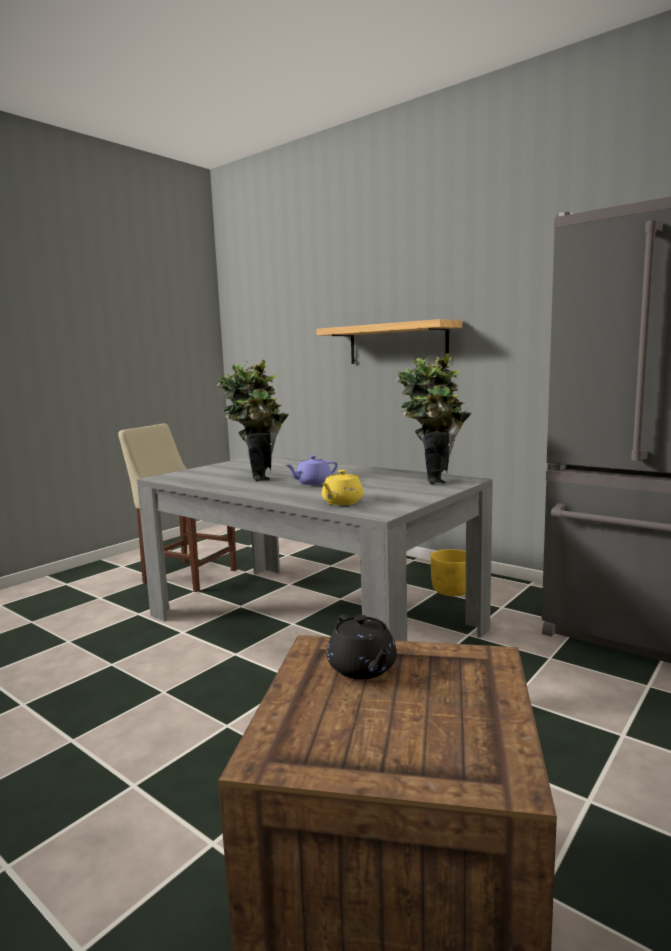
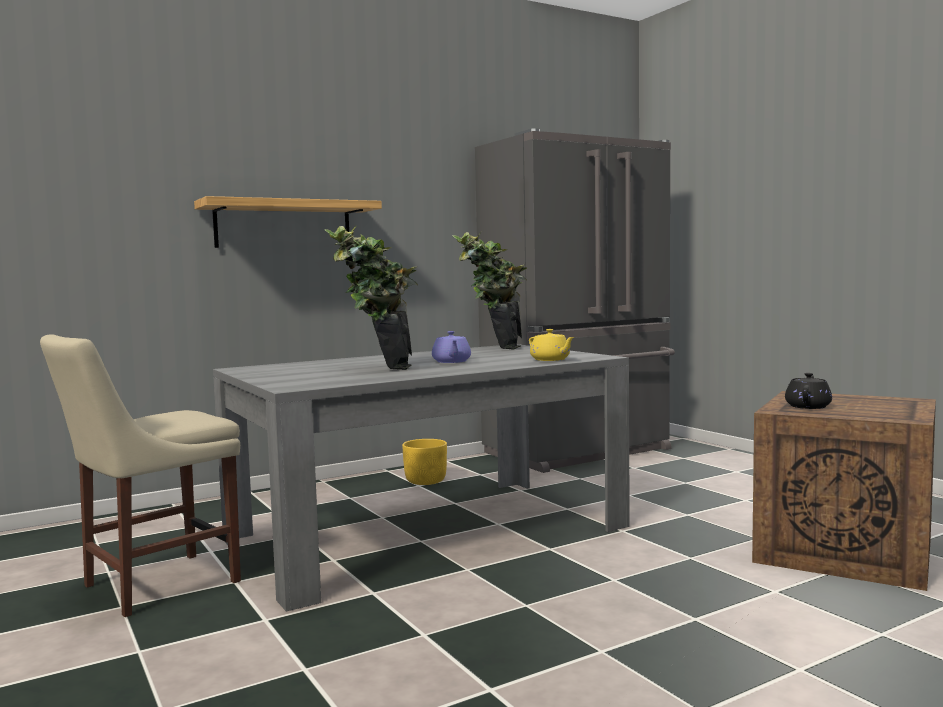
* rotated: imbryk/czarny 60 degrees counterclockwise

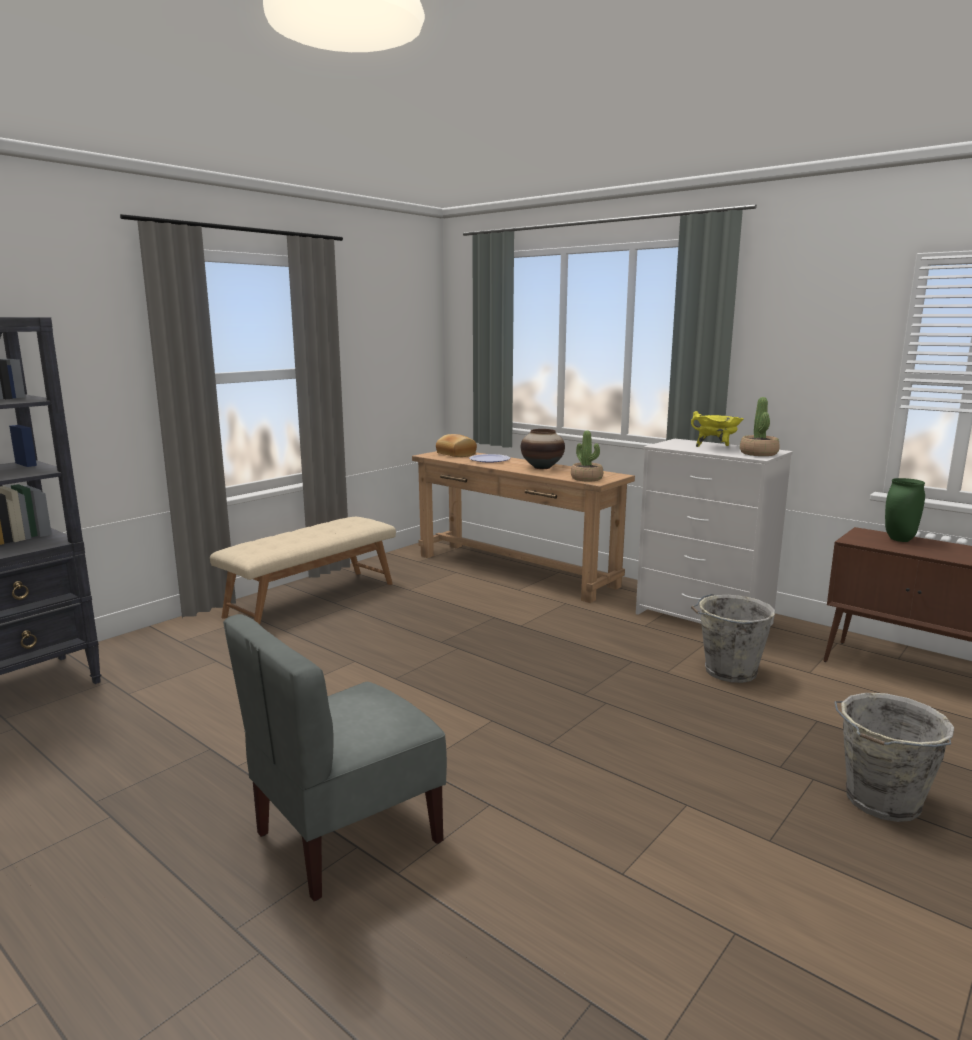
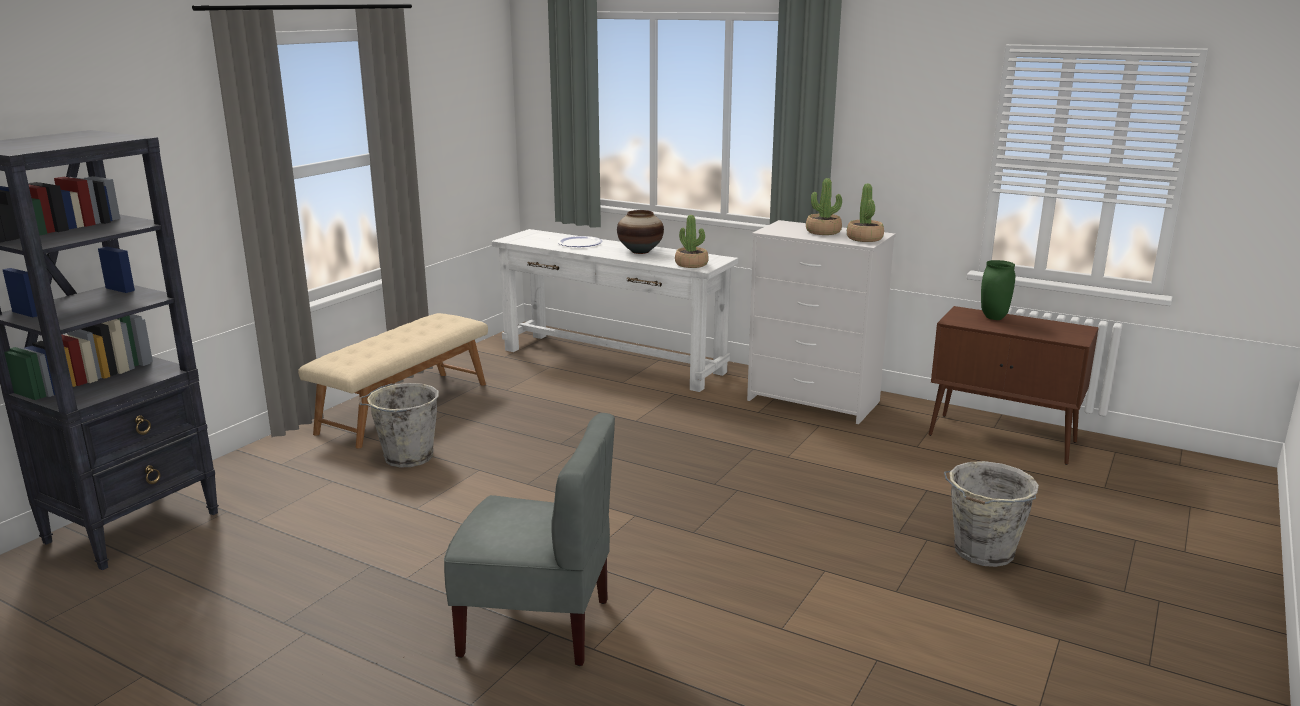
* shifted: wiadro/szary (no. 1 from left)
* rotated: krzesło/szary 120 degrees counterclockwise
* repainted: stolik konsolowy/brązowy to stolik konsolowy/biały
* swapped: garnek/żółty to roślina doniczkowa (no. 2 from left)
* gone: chleb

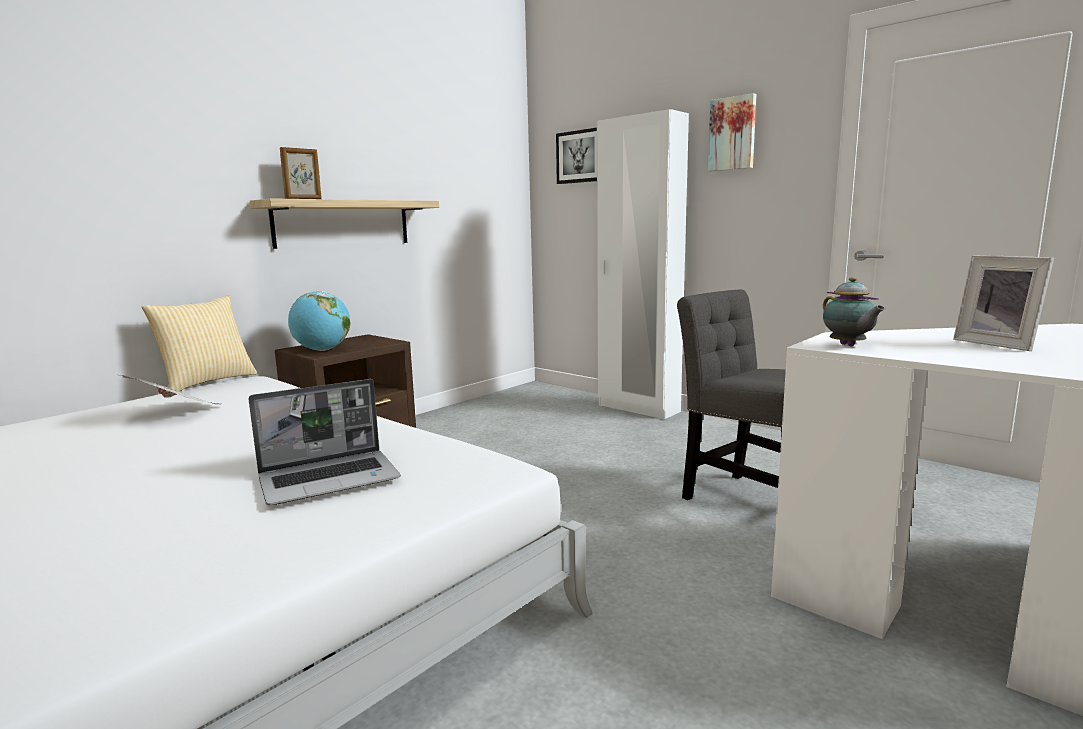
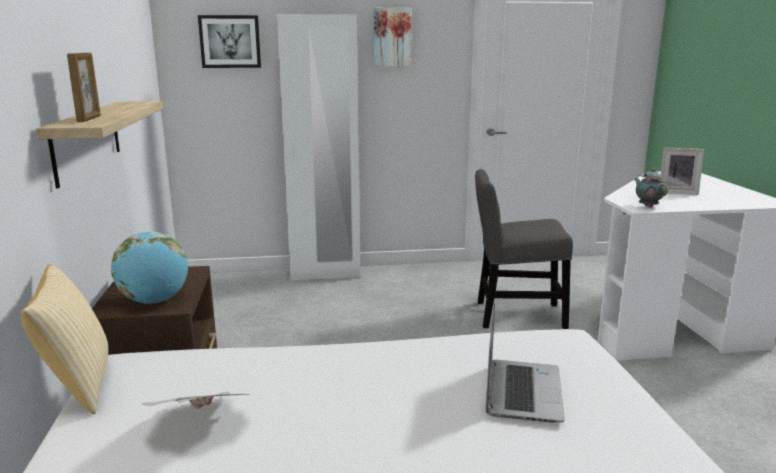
* rotated: imbryk 135 degrees counterclockwise

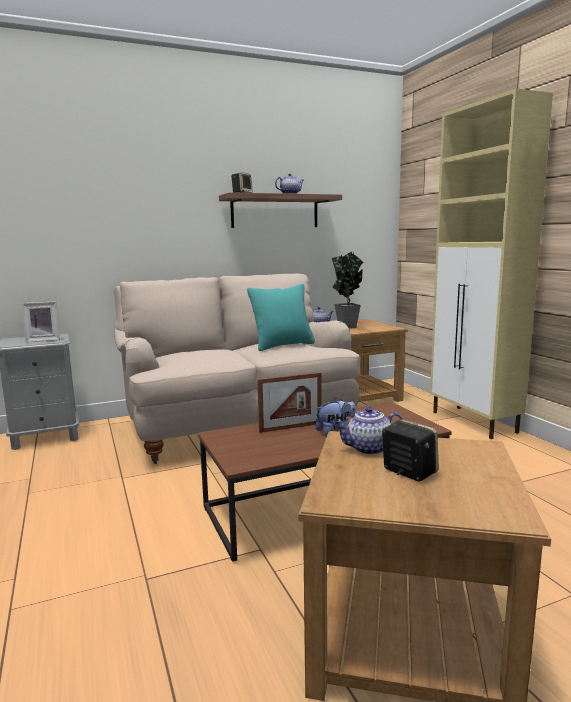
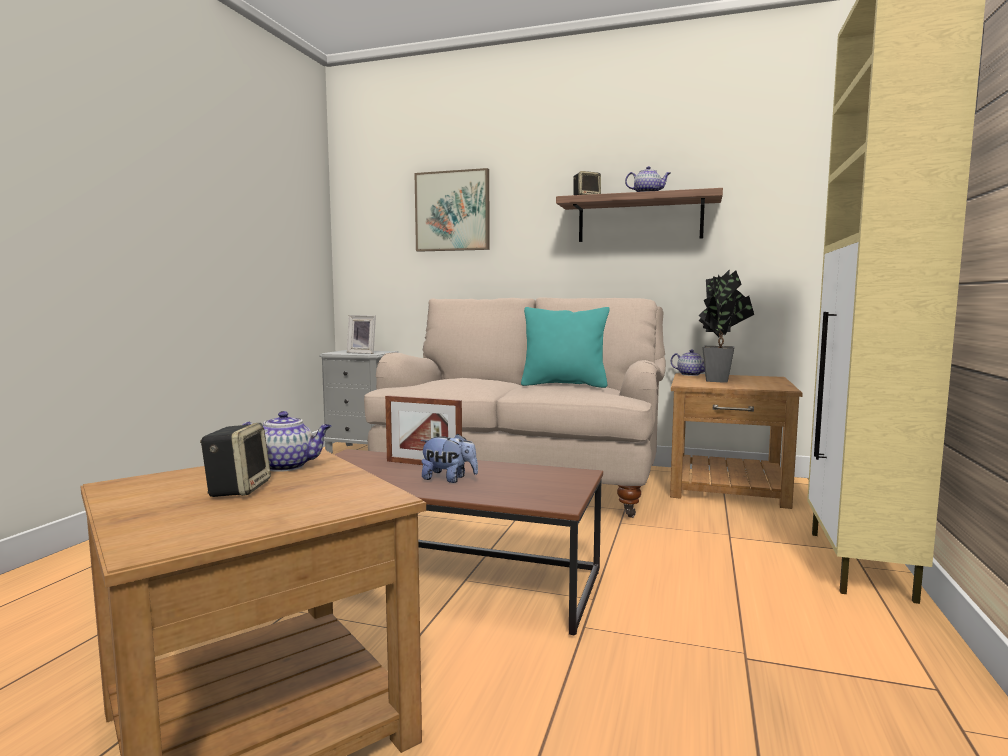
* rotated: imbryk (no. 3 from left in the first image) 150 degrees clockwise
* new: obraz

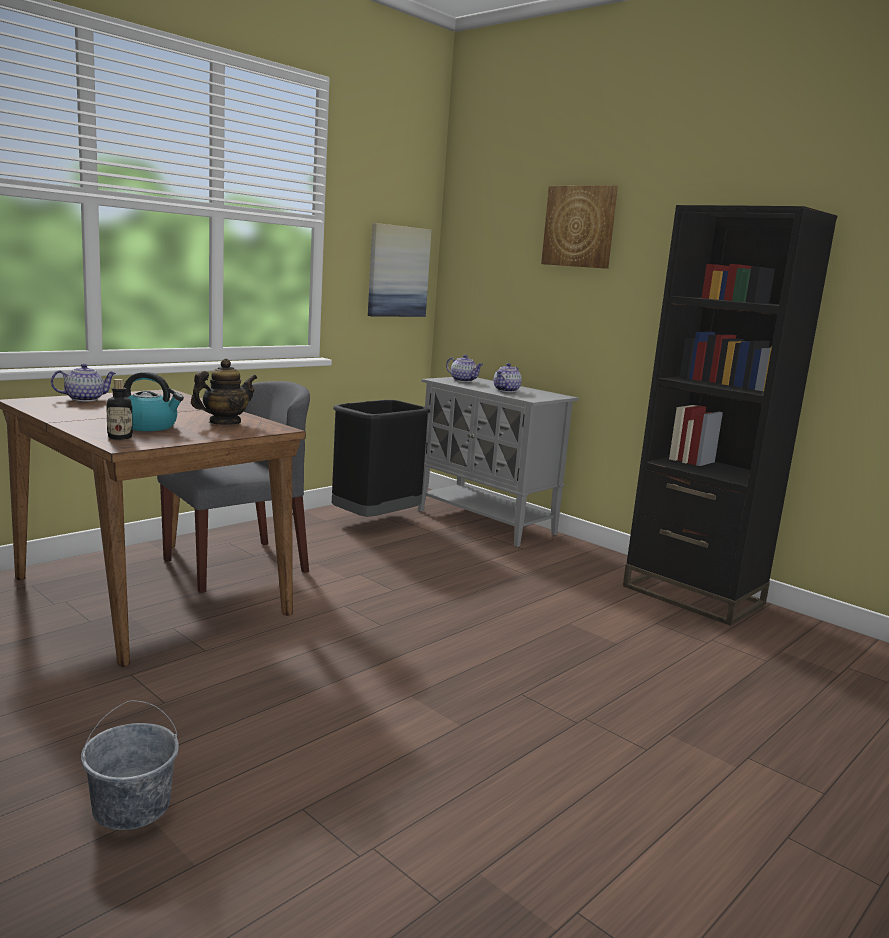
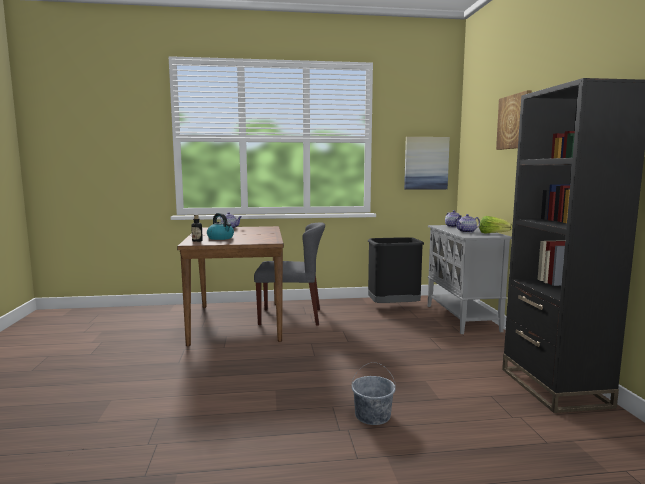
* shifted: wiadro/szary
* new: sałata
* gone: imbryk (no. 2 from left)

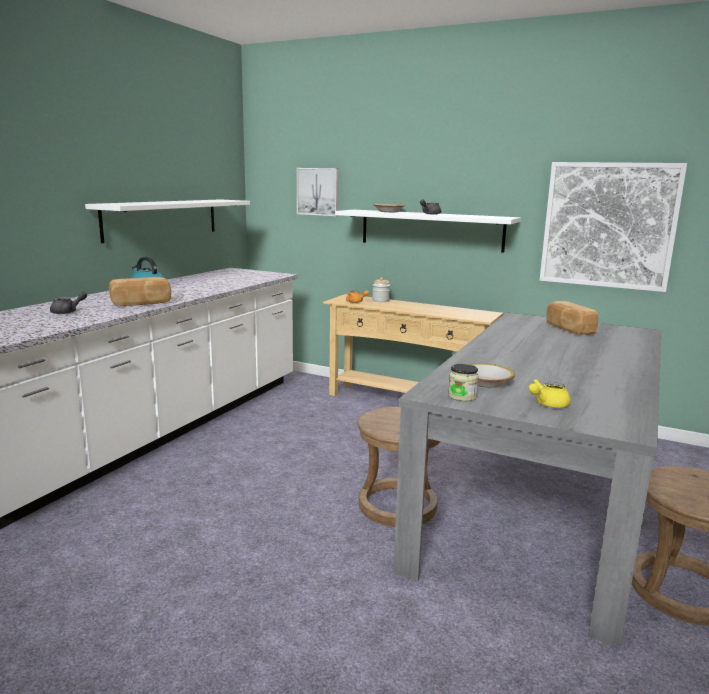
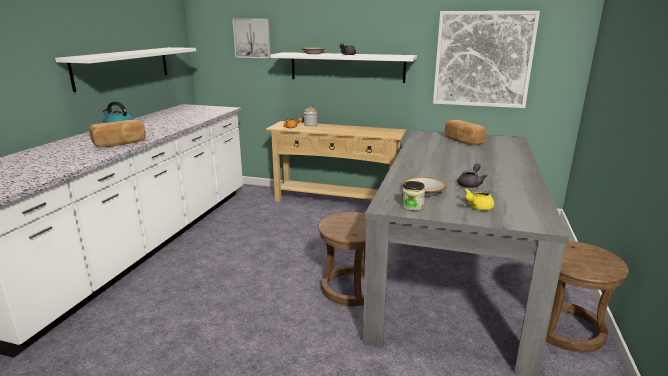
* shifted: imbryk/szary (no. 1 from left in the first image) to imbryk/szary (no. 2 from left)

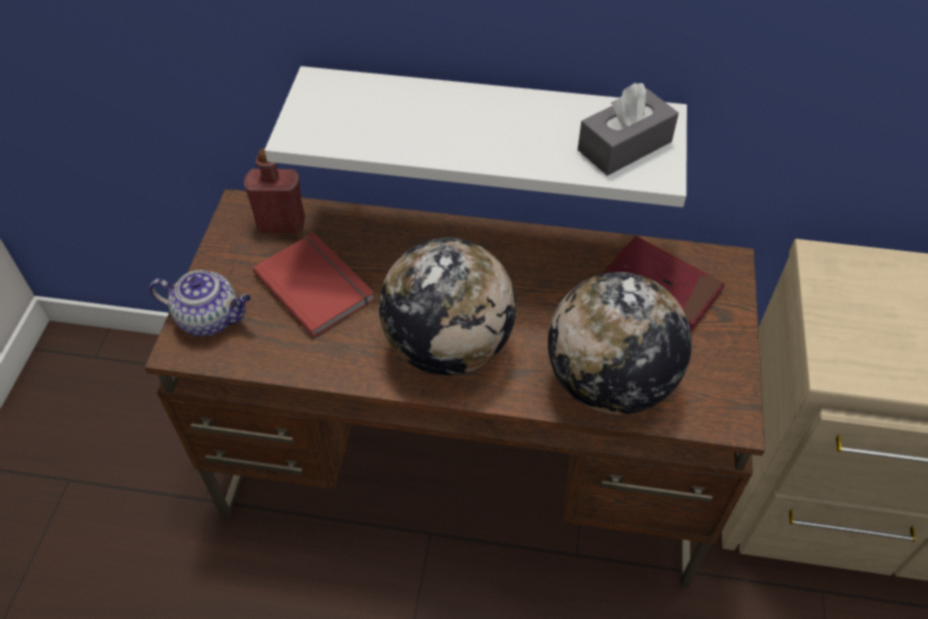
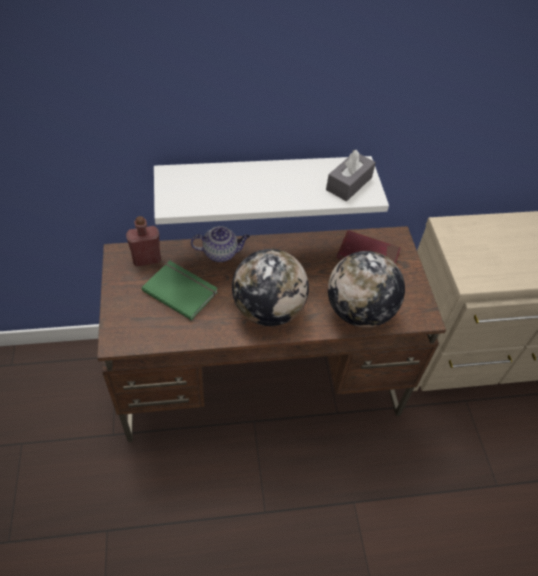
* repainted: książka/czerwony (no. 1 from left) to książka/zielony
* shifted: imbryk

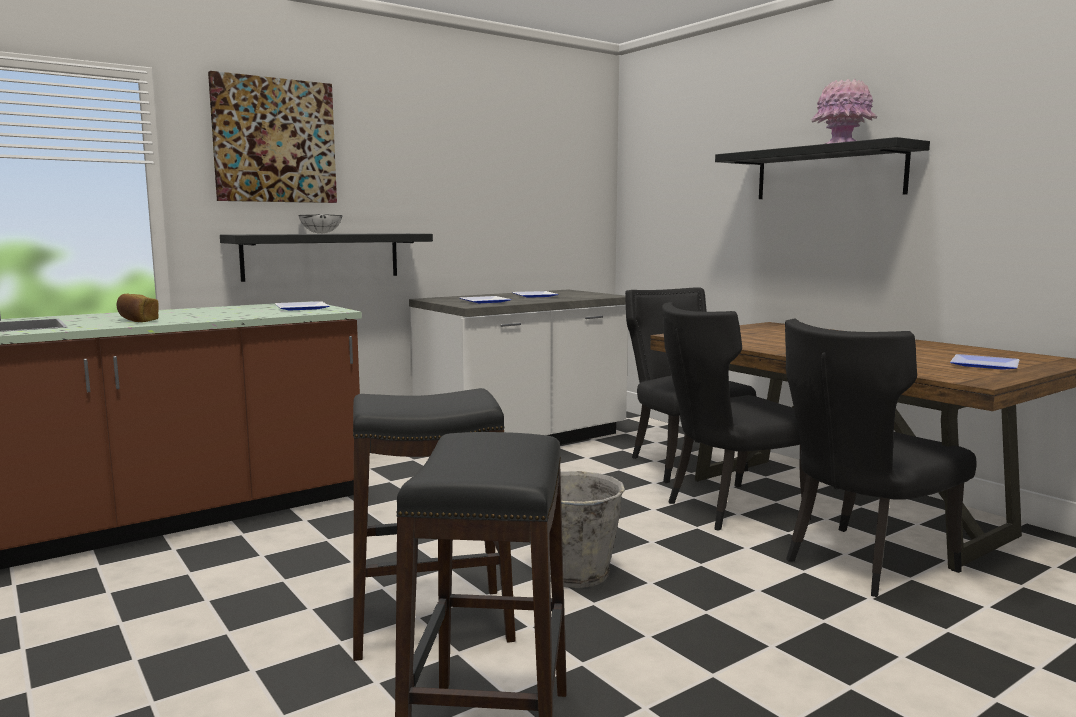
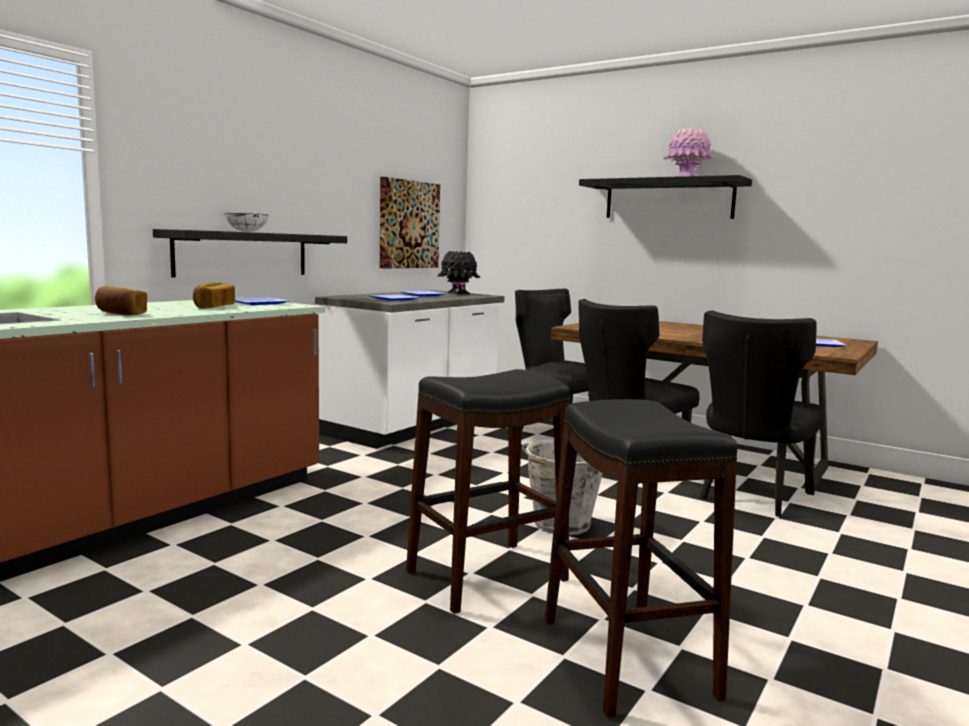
* new: chleb (no. 2 from left)
* shifted: obraz
* new: wazon/czarny

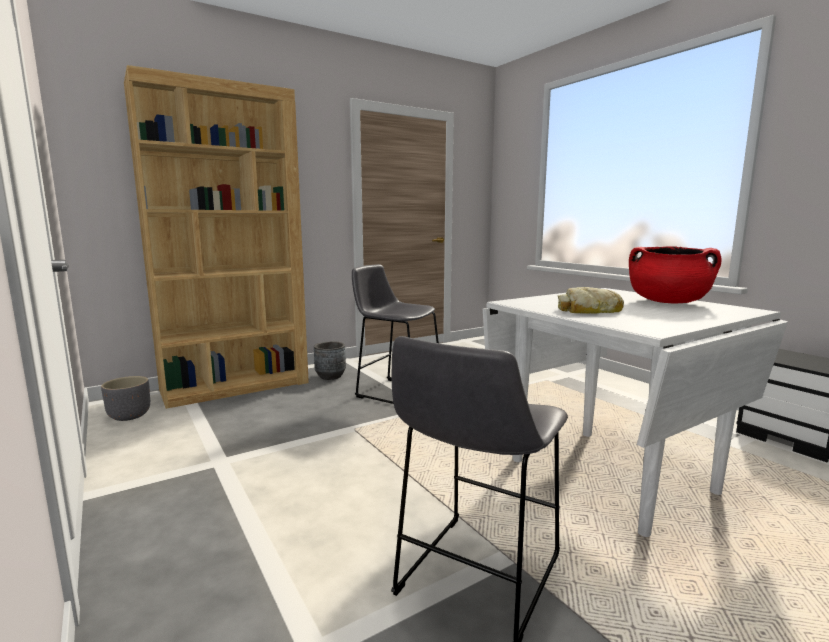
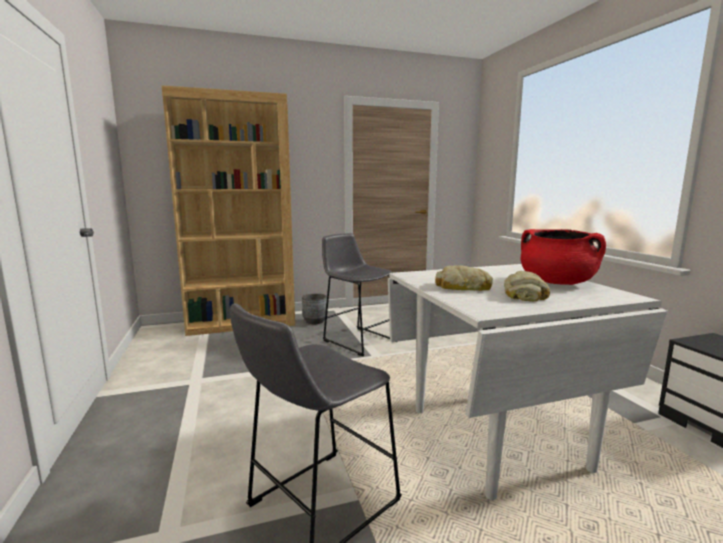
* new: chleb (no. 2 from left)
* gone: donica/szary (no. 1 from left)

